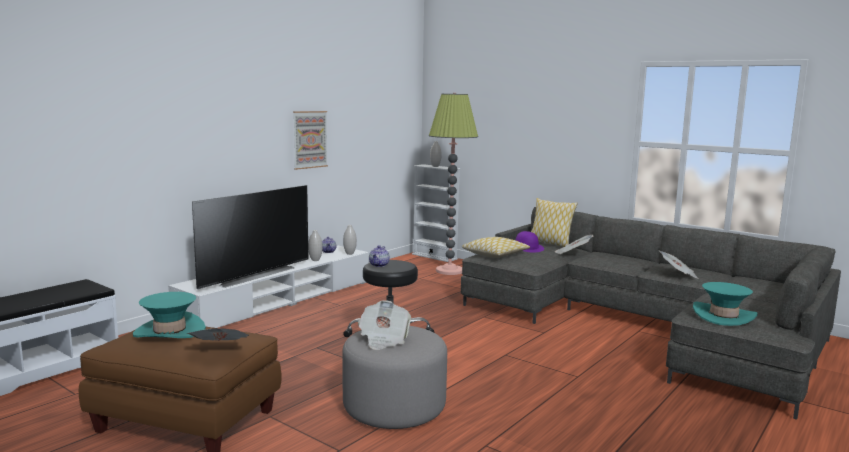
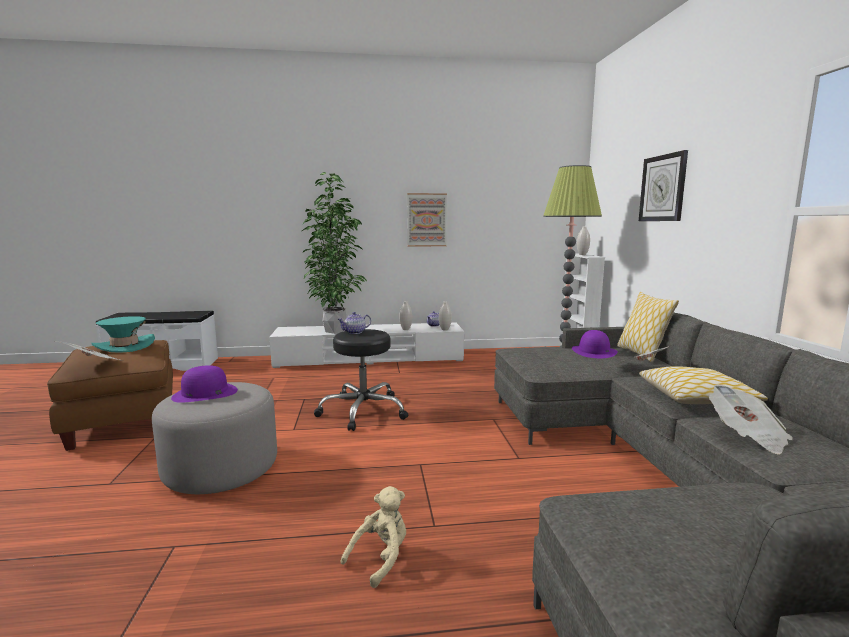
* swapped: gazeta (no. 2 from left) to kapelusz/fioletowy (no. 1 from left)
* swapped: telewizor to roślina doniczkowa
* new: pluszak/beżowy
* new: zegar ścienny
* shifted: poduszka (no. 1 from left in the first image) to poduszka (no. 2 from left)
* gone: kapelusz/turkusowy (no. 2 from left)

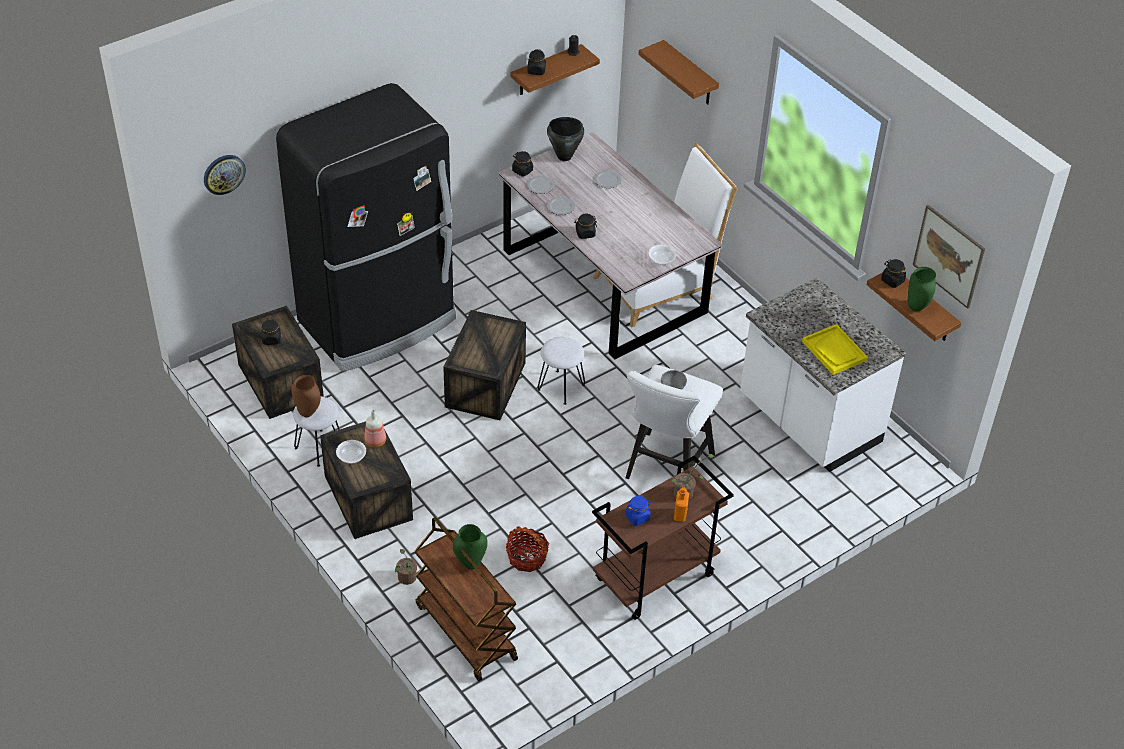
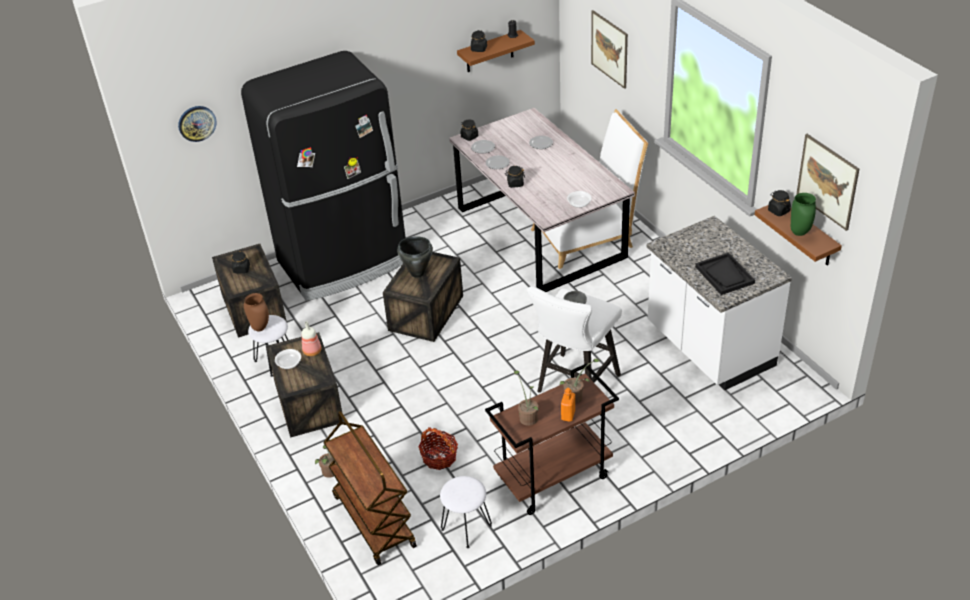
* shifted: garnek/czarny
* shifted: stołek/biały (no. 2 from left)
* swapped: słoik/niebieski to roślina doniczkowa (no. 2 from left)
* swapped: półka/brązowy (no. 2 from left) to obraz (no. 1 from left)
* repainted: taca/żółty to taca/czarny
* gone: wazon/zielony (no. 1 from left)

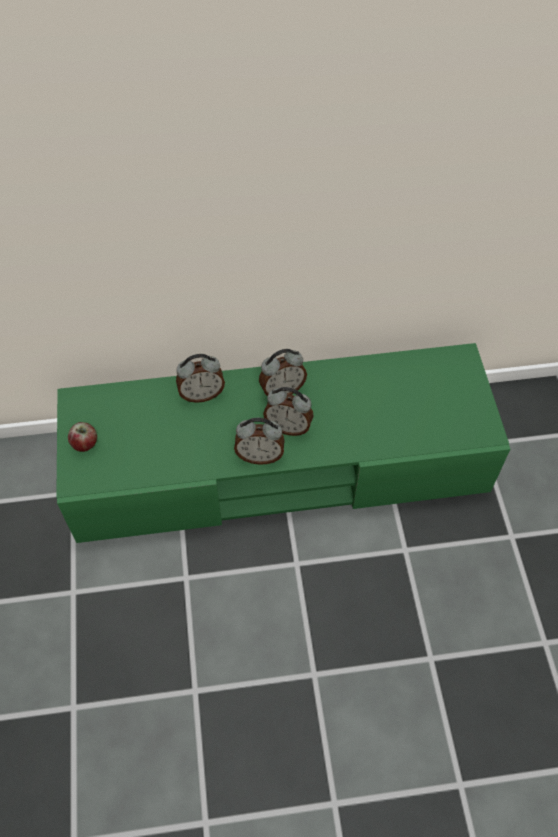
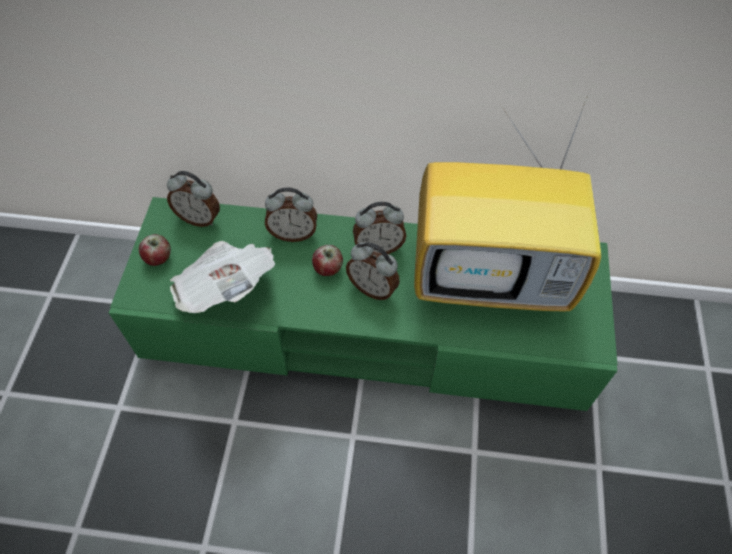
* shifted: budzik (no. 2 from left in the first image) to budzik (no. 1 from left)
* new: gazeta
* new: jabłko (no. 2 from left)
* new: telewizor

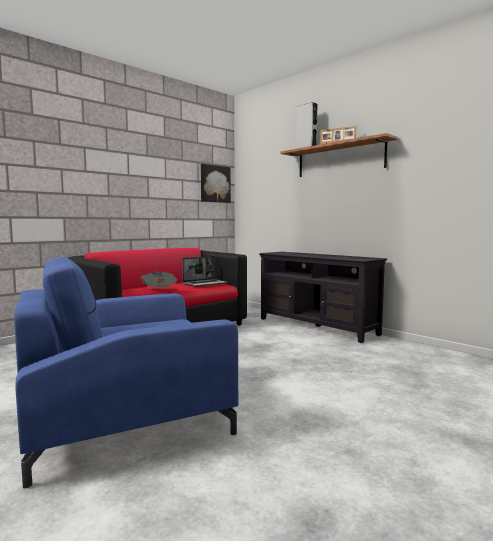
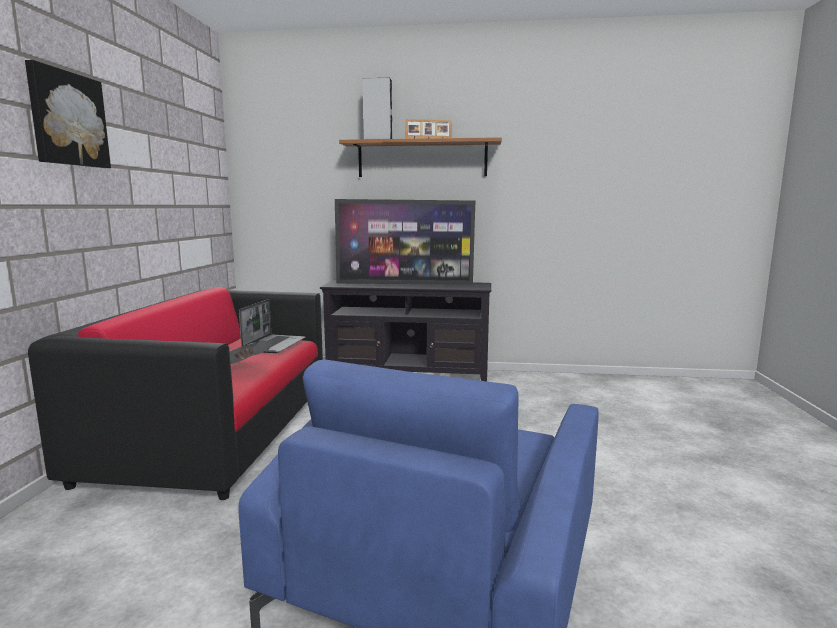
* shifted: obraz
* new: telewizor

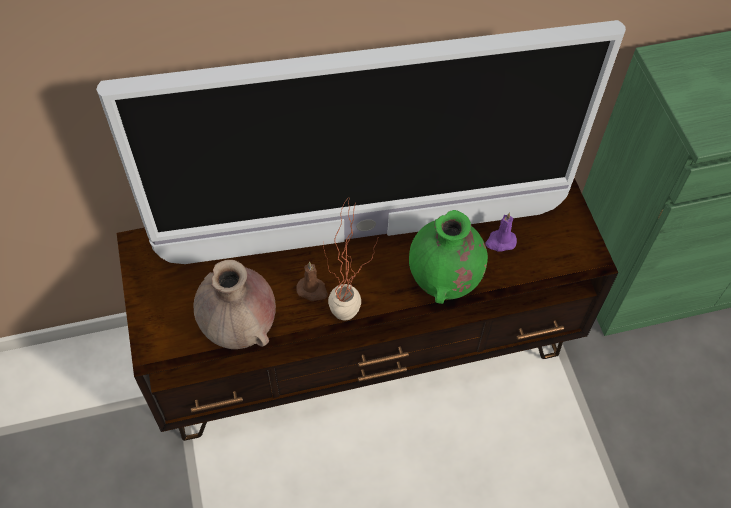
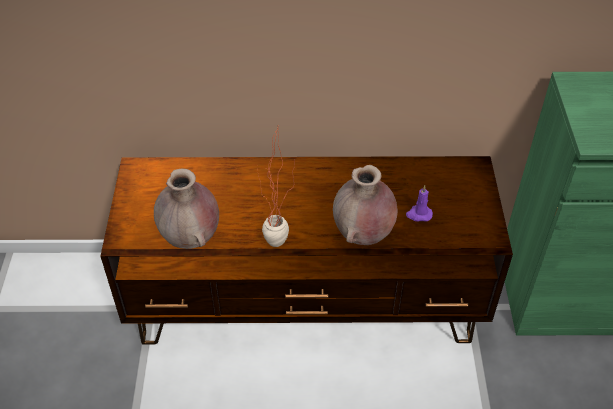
* repainted: wazon/zielony to wazon/brązowy (no. 2 from left)
* gone: telewizor
* gone: świeca/brązowy

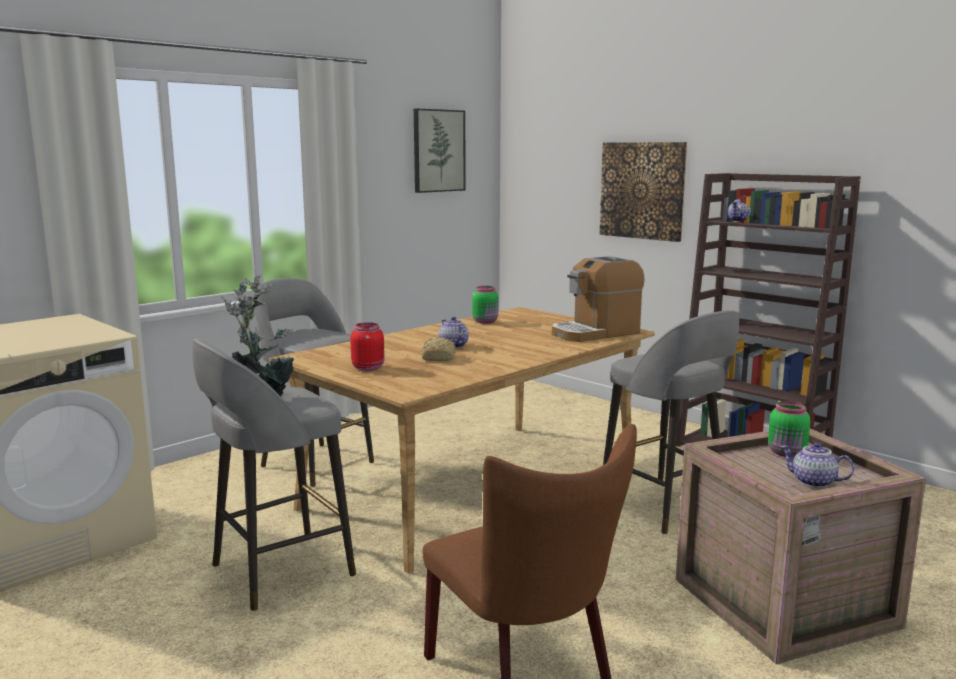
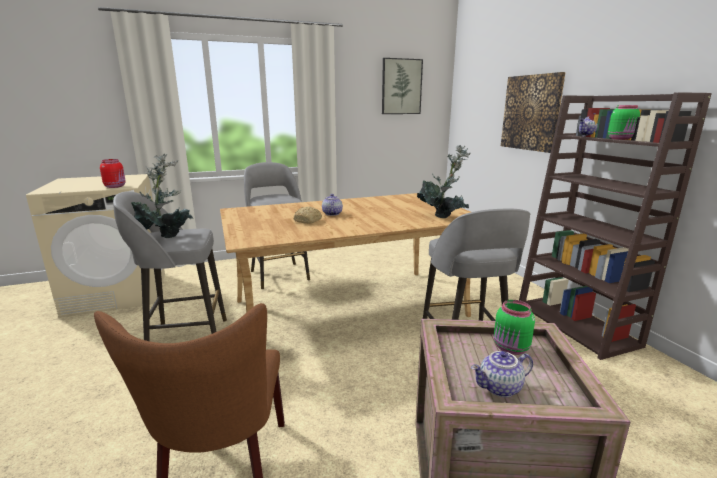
* shifted: słoik/czerwony
* swapped: ekspres do kawy to roślina doniczkowa (no. 2 from left)
* rotated: imbryk (no. 3 from left in the first image) 75 degrees counterclockwise
* shifted: słoik/zielony (no. 1 from left in the first image) to słoik/zielony (no. 2 from left)

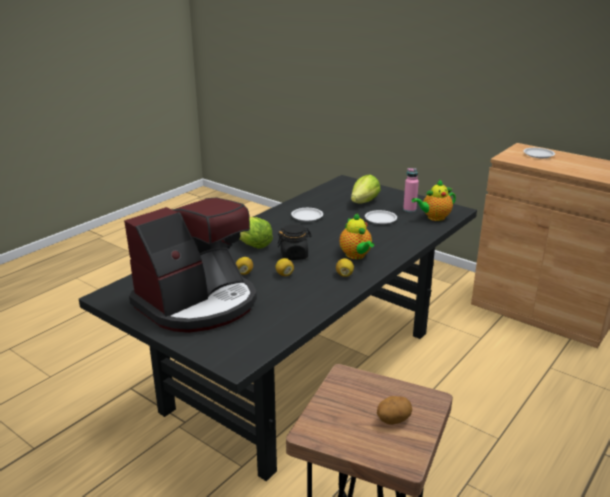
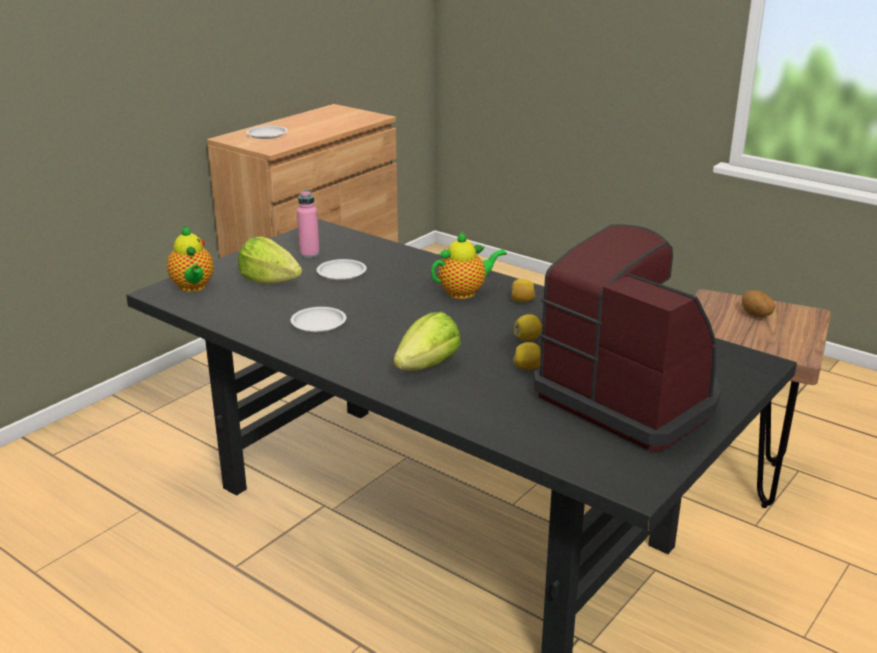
* shifted: imbryk (no. 2 from left in the first image) to imbryk (no. 1 from left)
* gone: słoik/czarny

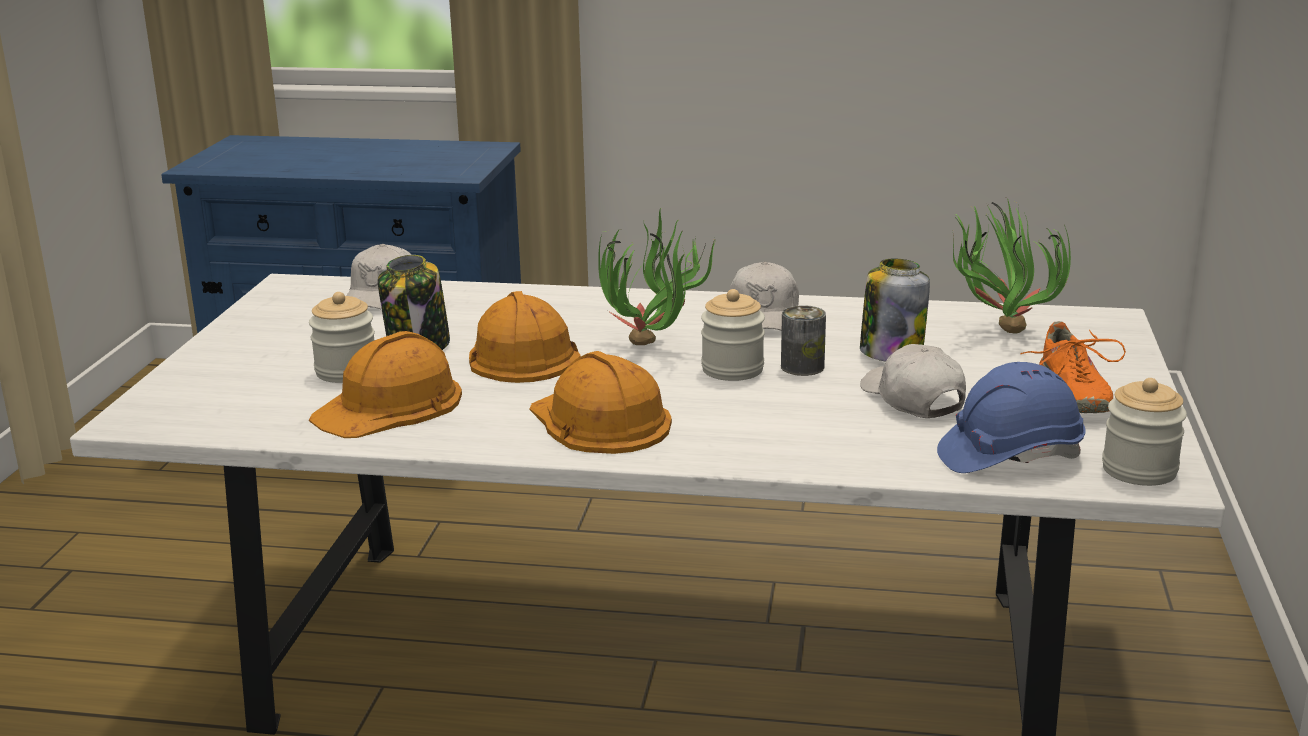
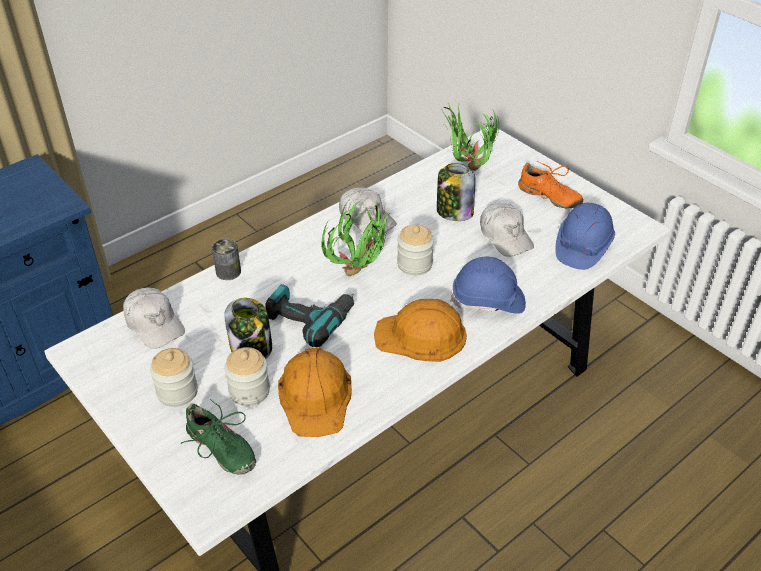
* shifted: słoik (no. 5 from left in the first image) to słoik (no. 1 from left)
* new: but/zielony
* shifted: puszka
* swapped: kask/pomarańczowy (no. 2 from left) to wiertarka
* new: kask/niebieski (no. 1 from left)
* rotated: czapka z daszkiem/biały (no. 3 from left) 135 degrees counterclockwise

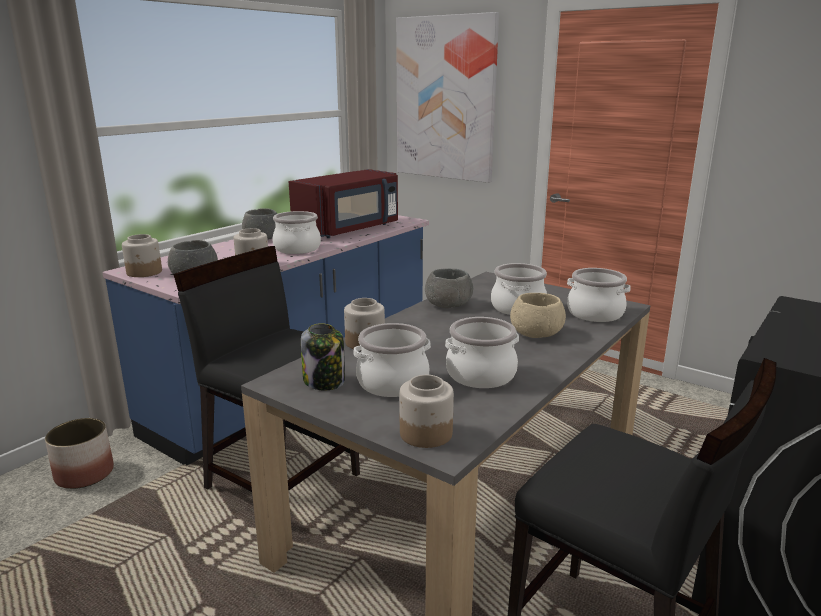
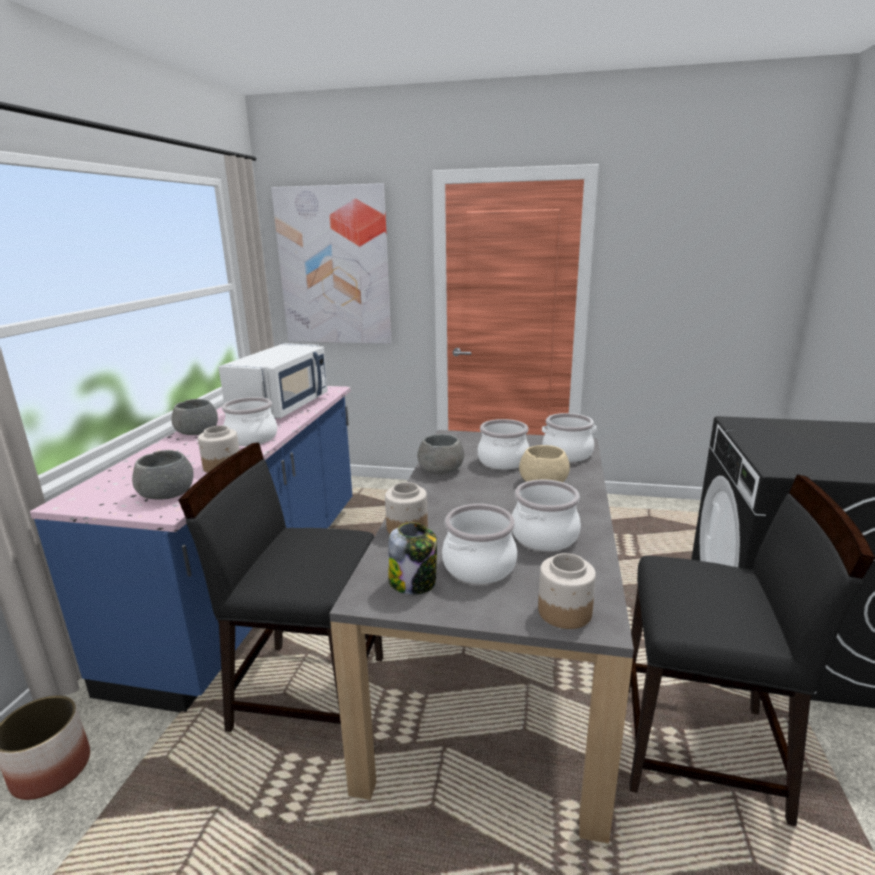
* repainted: mikrofalówka/czerwony to mikrofalówka/biały
* gone: słoik (no. 1 from left)

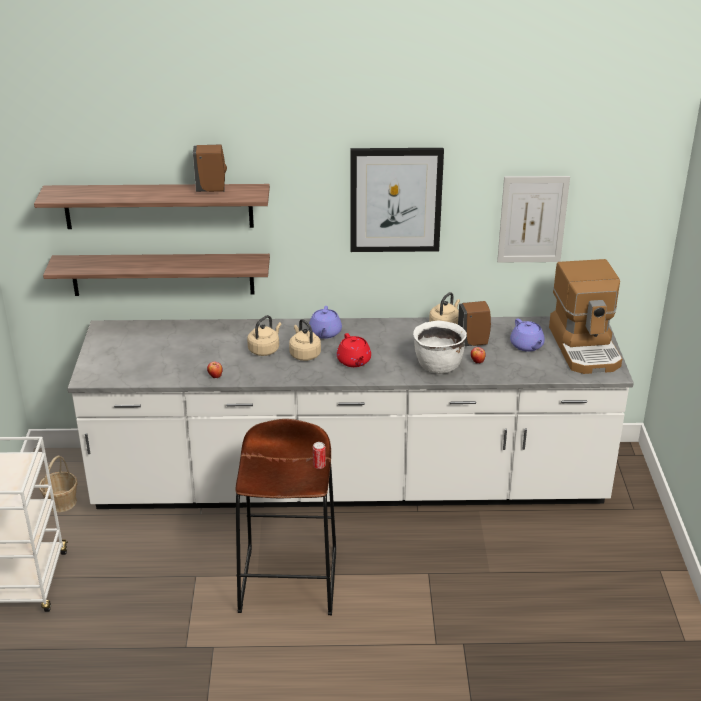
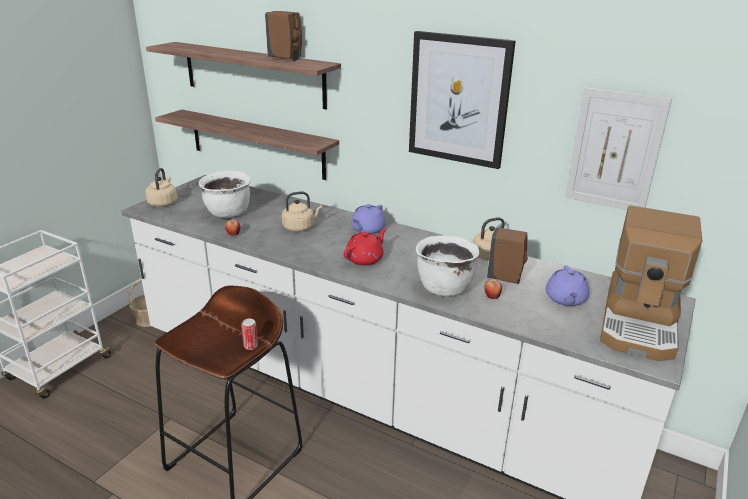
* shifted: czajnik/beżowy (no. 2 from left in the first image) to czajnik/beżowy (no. 1 from left)
* new: garnek/biały (no. 1 from left)
* rotated: imbryk/czerwony 150 degrees counterclockwise

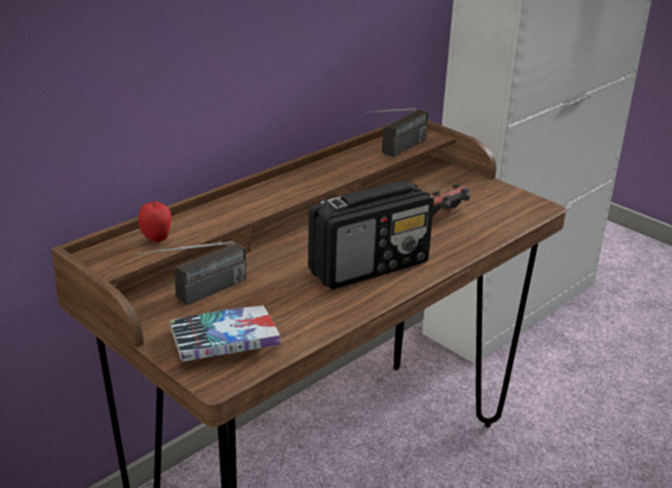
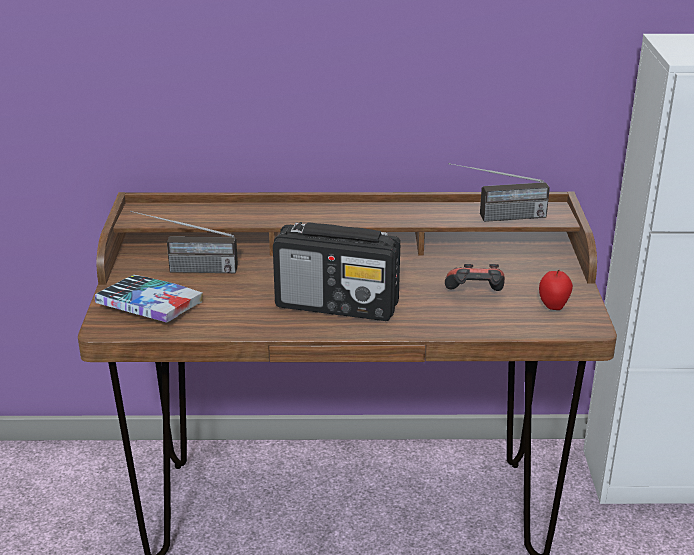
* shifted: jabłko

